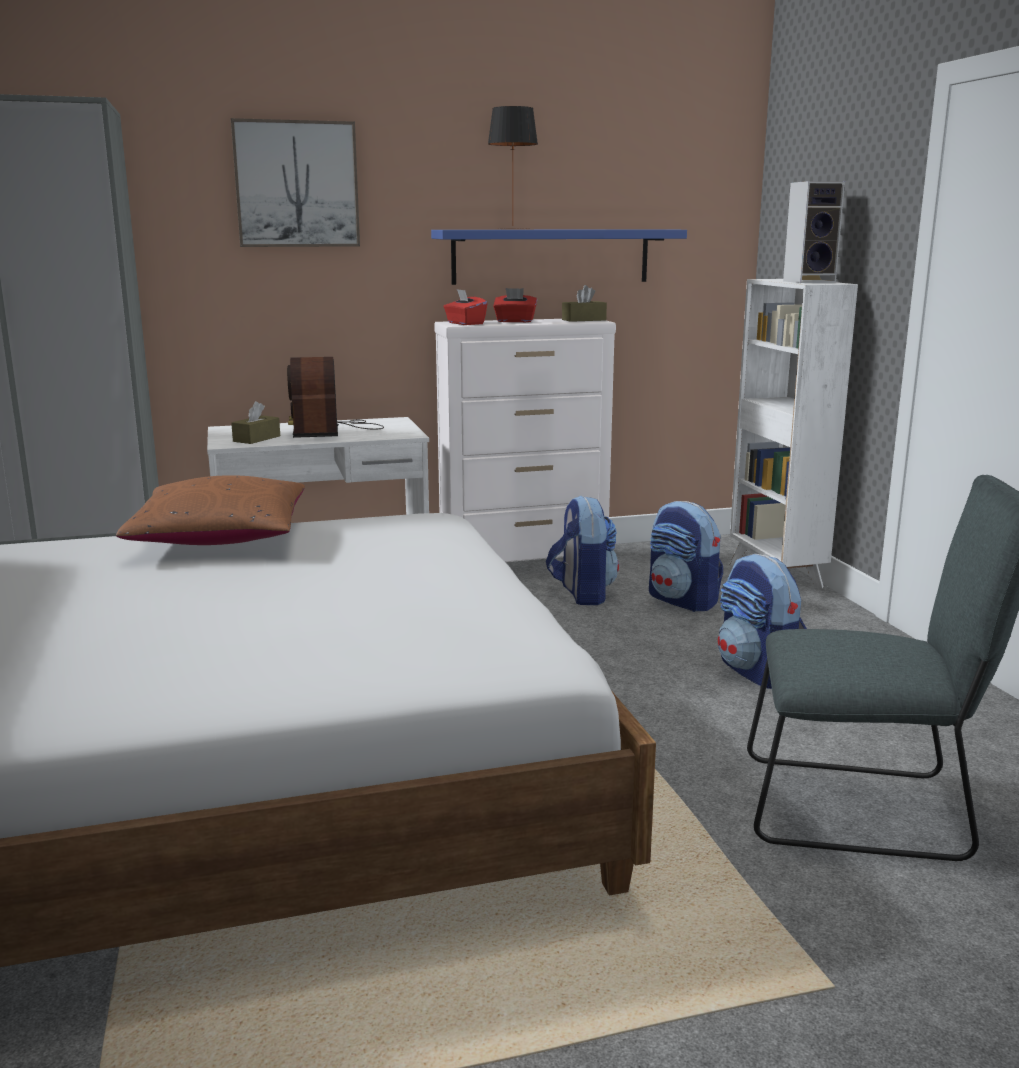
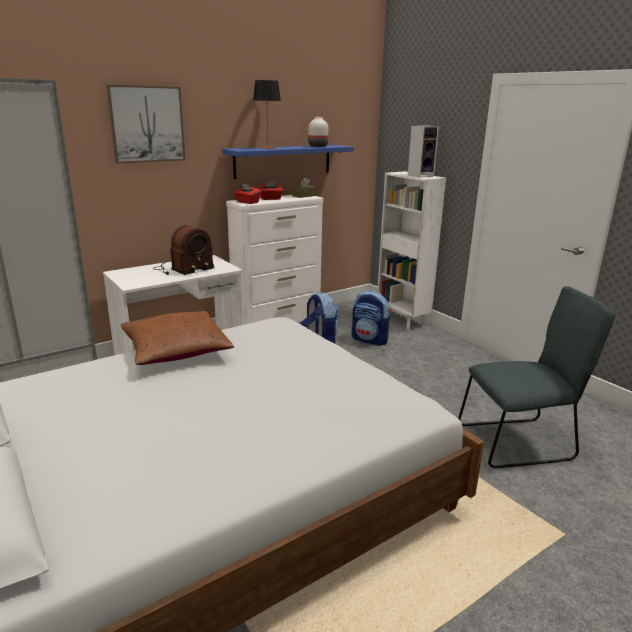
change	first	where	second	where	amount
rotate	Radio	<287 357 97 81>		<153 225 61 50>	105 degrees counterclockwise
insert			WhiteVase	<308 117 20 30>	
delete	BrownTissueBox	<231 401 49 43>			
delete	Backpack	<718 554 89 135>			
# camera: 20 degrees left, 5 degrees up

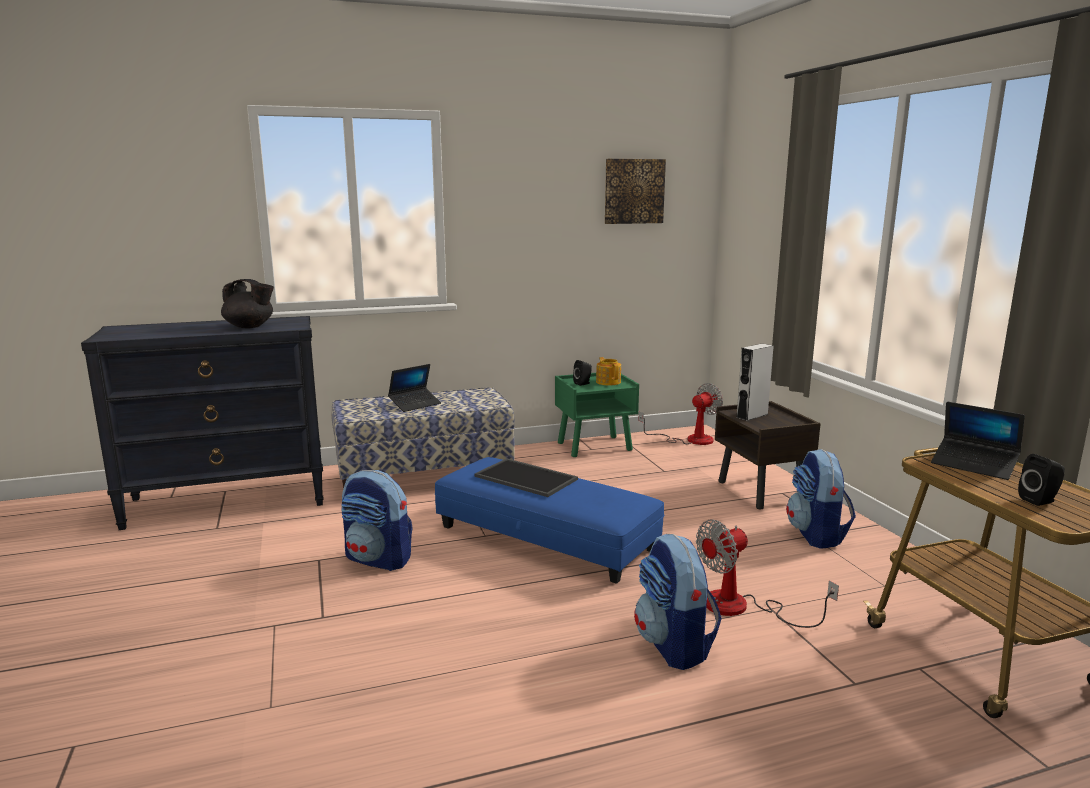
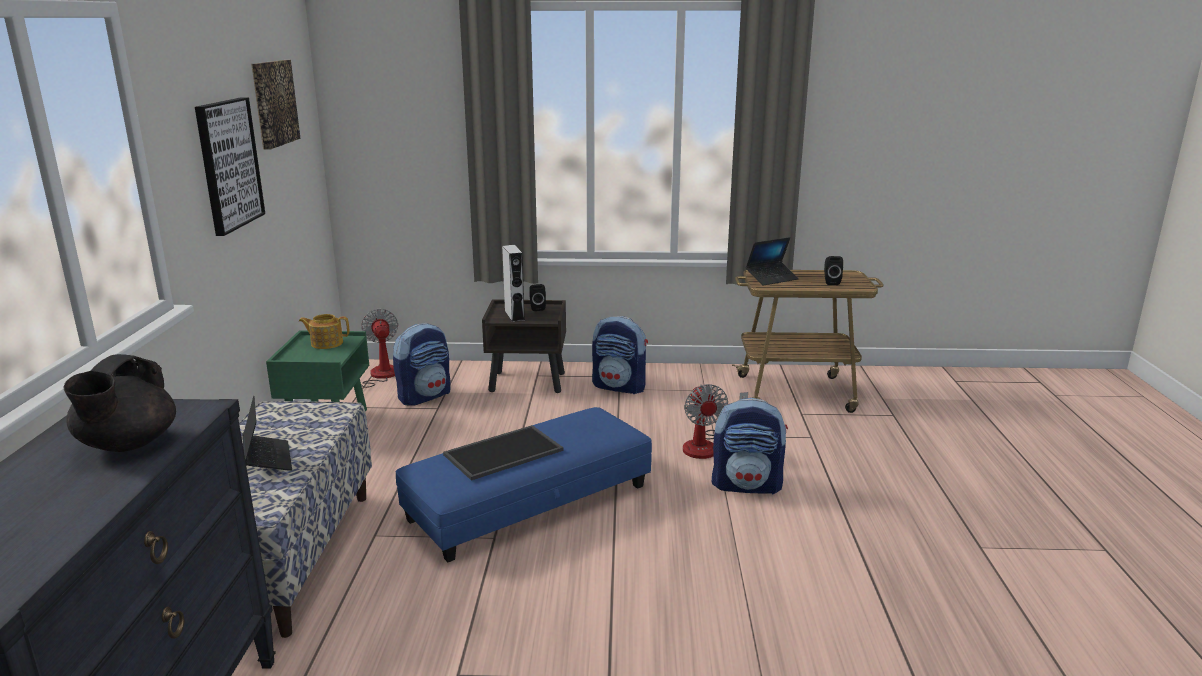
change	first	where	second	where	amount
rotate	BlackTeapot	<221 279 53 49>		<63 354 113 98>	150 degrees clockwise
insert			Picture	<195 97 70 139>	
move	Backpack	<341 470 72 101>		<393 323 58 83>	
move	BlackSpeaker	<573 360 19 26>		<529 284 17 27>	
# camera: 70 degrees left, 5 degrees up

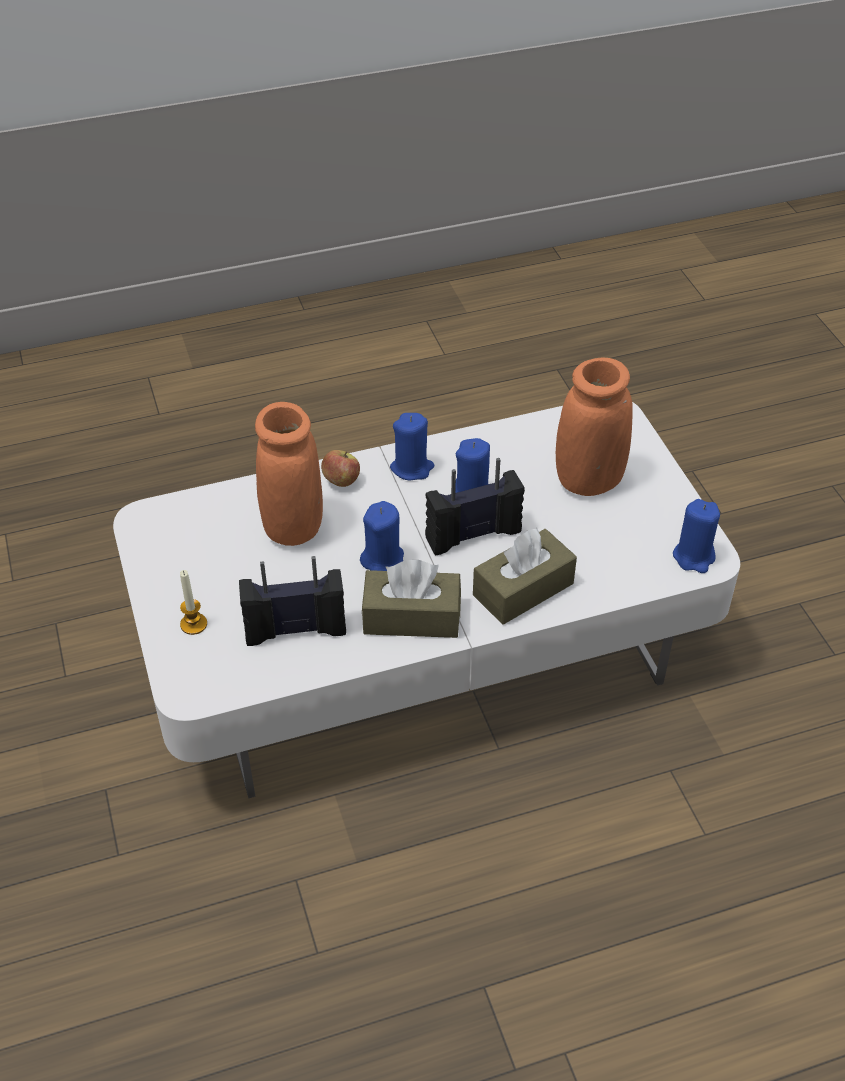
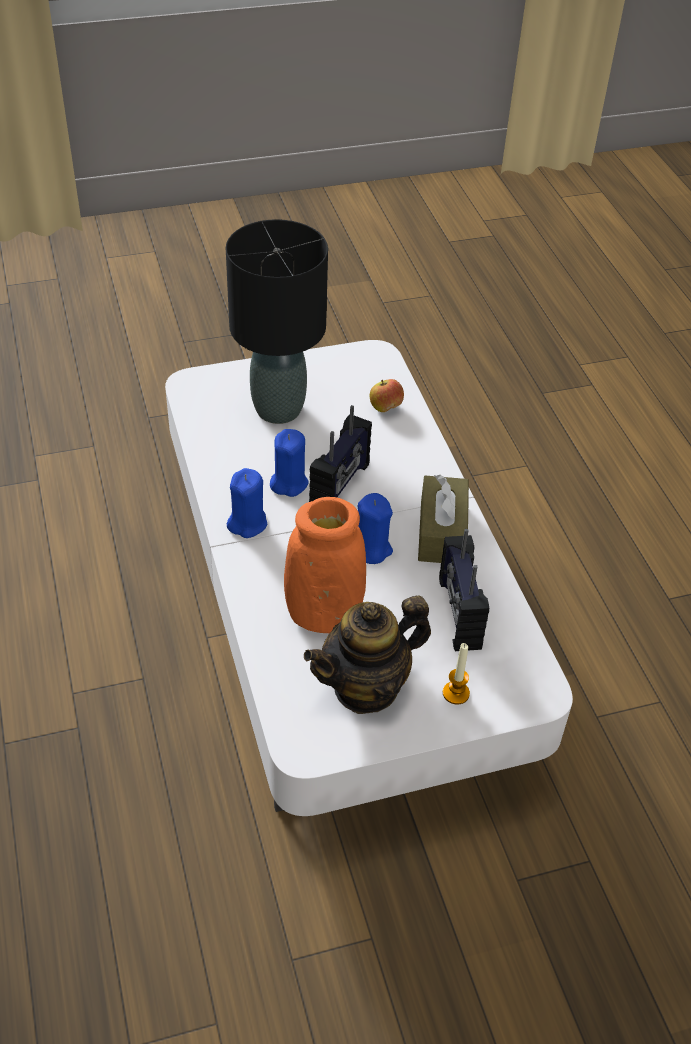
change	first	where	second	where	amount
replace	OrangeVase	<556 358 77 138>	BlackTableLamp	<226 219 102 205>	
insert			Teapot	<304 596 127 118>	
rotate	Radio	<425 458 100 97>		<309 405 63 97>	135 degrees counterclockwise
move	Apple	<321 450 39 37>		<370 379 34 33>	
delete	BrownTissueBox	<473 528 104 97>			
delete	BlueCandle	<673 499 47 74>			
# camera: 90 degrees left, 0 degrees up

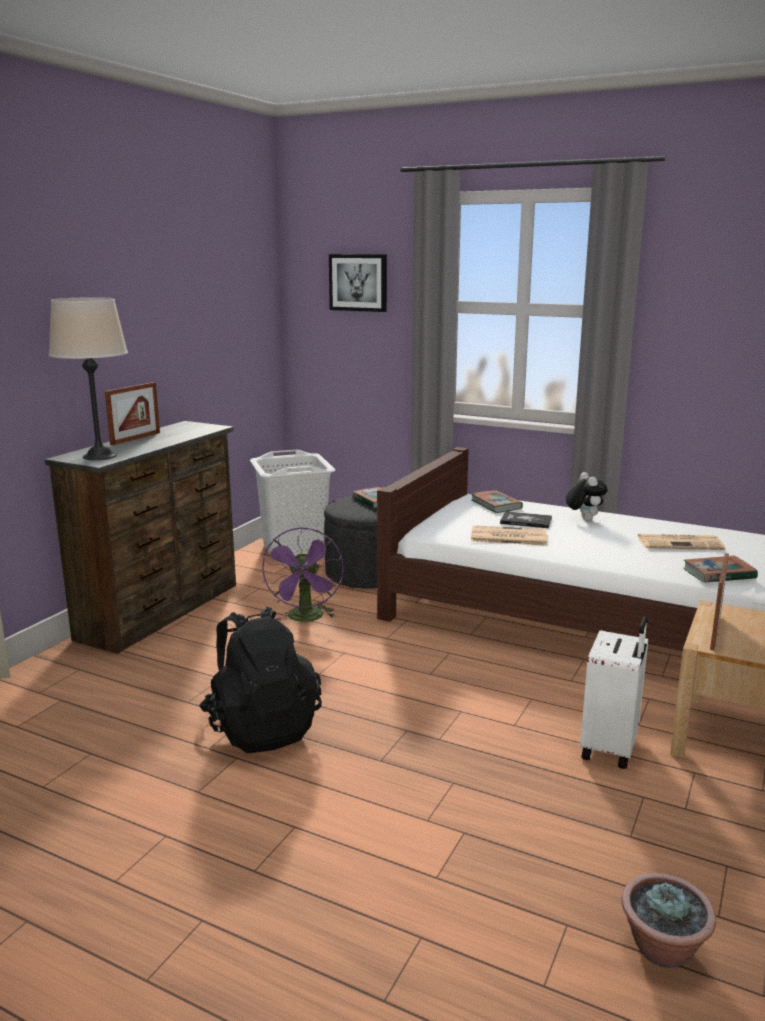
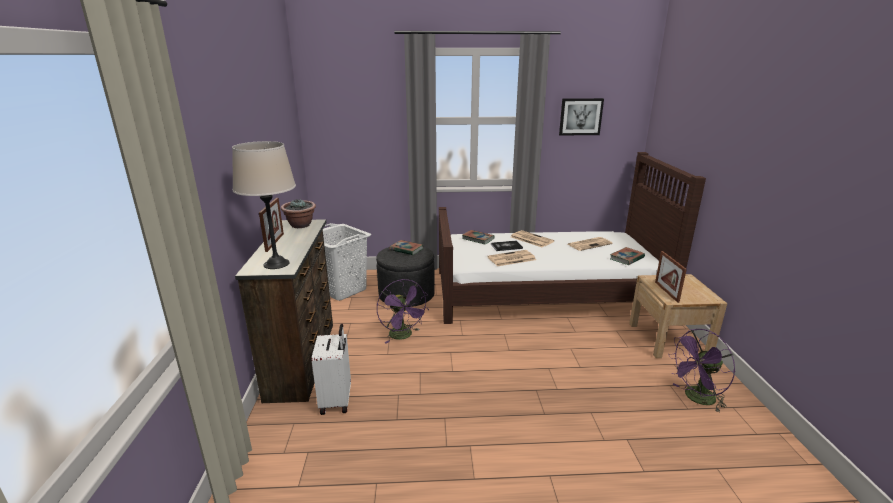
change	first	where	second	where	amount
move	PottedPlant	<622 873 94 95>		<281 200 35 28>	
move	WhiteSuitcase	<580 616 68 153>		<312 324 39 91>	
replace	PlushToy	<566 472 41 49>	Newspaper	<511 230 43 17>	
move	Picture	<329 254 58 58>		<559 98 45 37>	
insert			PurpleFan	<668 329 67 84>	
delete	BlackBackpack	<199 606 123 147>			
# camera: 30 degrees left, 5 degrees up

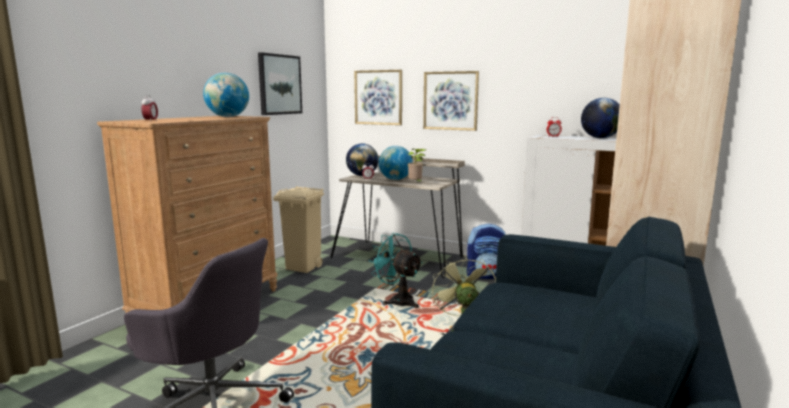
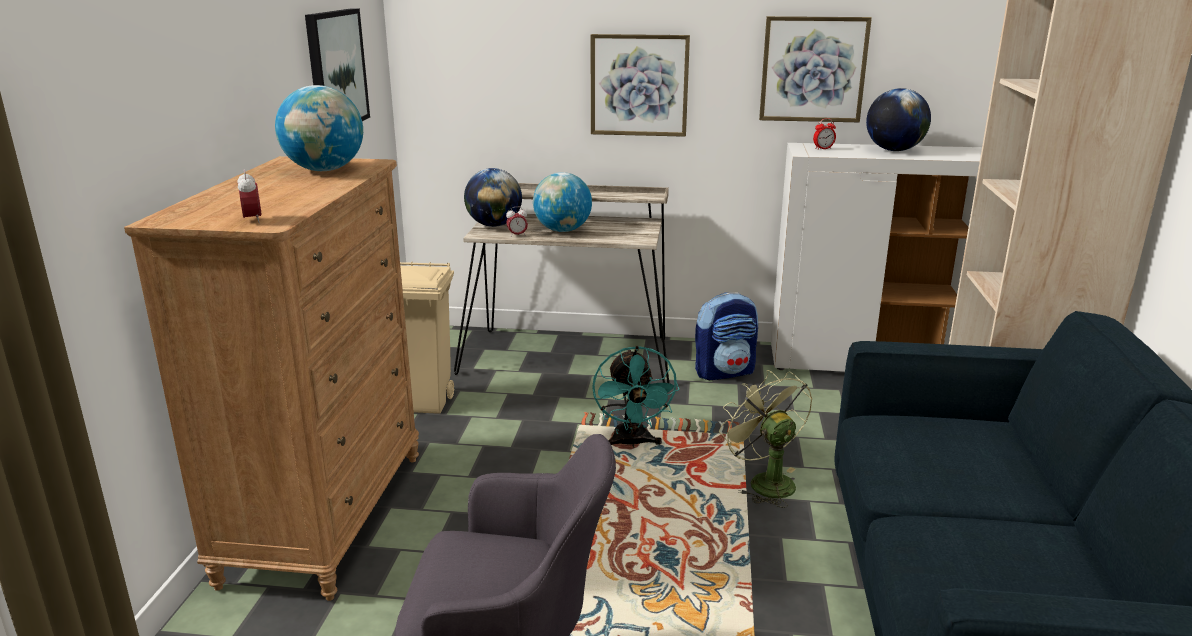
change	first	where	second	where	amount
rotate	TurquoiseFan	<368 233 55 75>		<592 346 88 102>	120 degrees counterclockwise
move	Picture	<354 70 48 55>		<759 16 113 106>	
delete	PottedPlant	<408 149 18 32>			
# camera: 20 degrees left, 10 degrees up

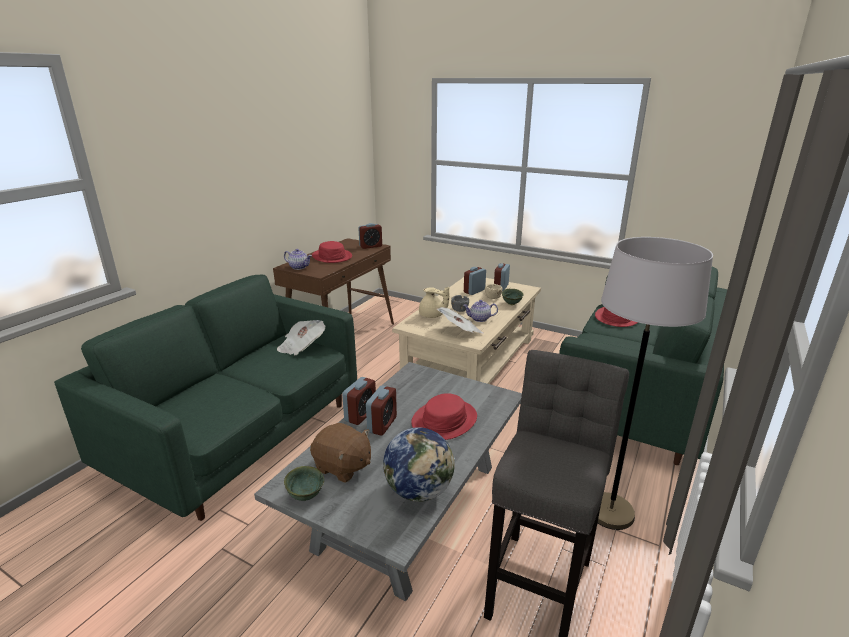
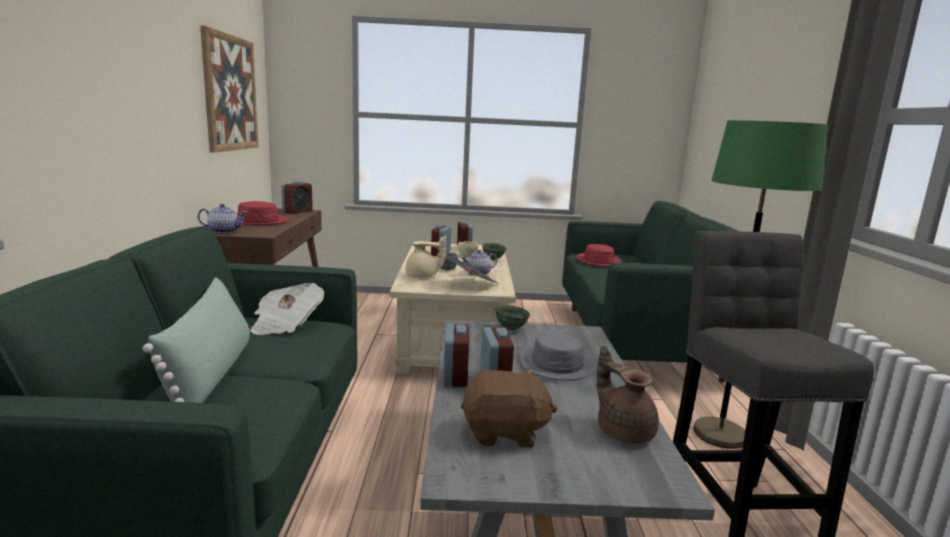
change	first	where	second	where	amount
insert			GreenPillow	<143 277 107 126>	
insert			Picture	<200 25 59 128>	
move	GreenBowl	<284 466 40 35>		<495 305 35 26>	
recolor	RedHat	<411 393 66 47>	GreyHat	<519 330 78 51>	
replace	Globe	<383 427 72 75>	BrownTeapot	<596 345 63 99>	
recolor	GreyFloorLamp	<598 237 115 293>	GreenFloorLamp	<693 120 135 329>	
# camera: 30 degrees left, 10 degrees down

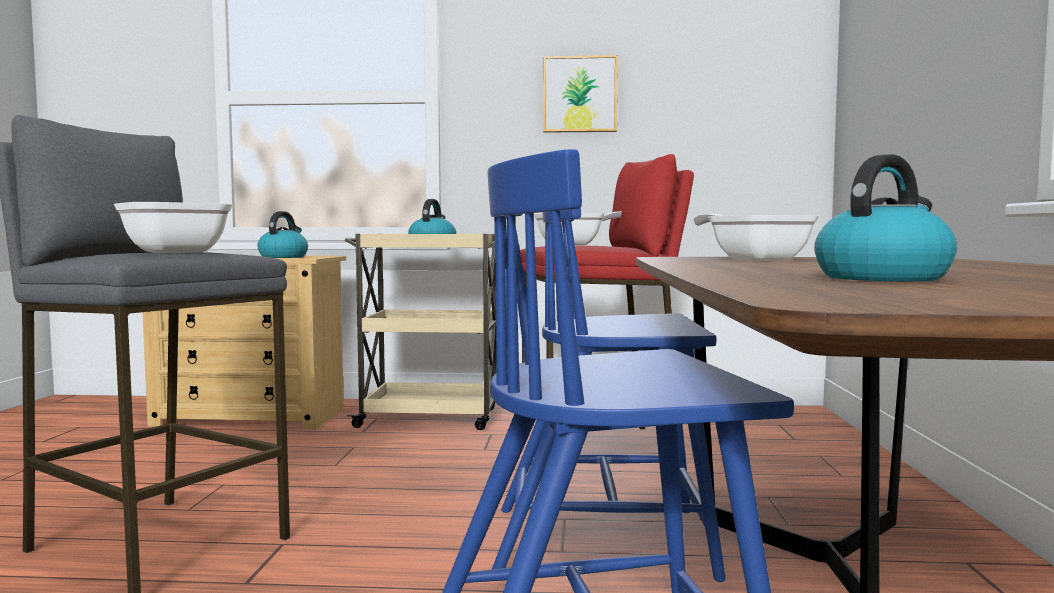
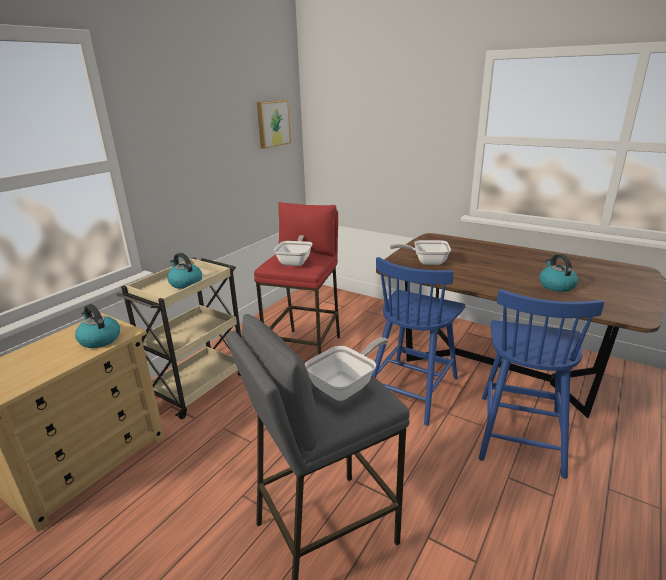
change	first	where	second	where	amount
move	Picture	<543 55 75 78>		<257 100 34 49>	
rotate	FryingPan	<114 202 119 51>		<305 337 83 64>	150 degrees clockwise
# camera: 60 degrees left, 20 degrees up

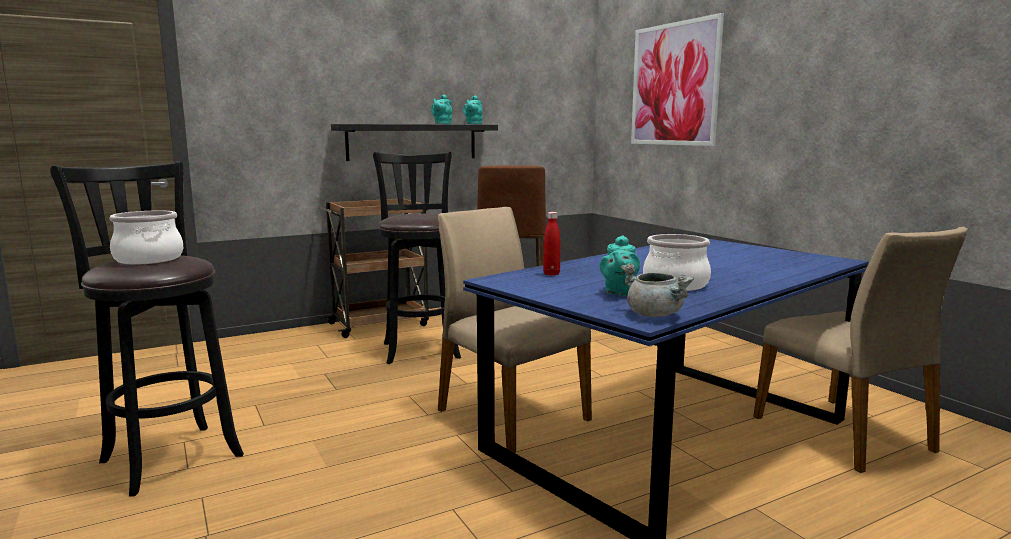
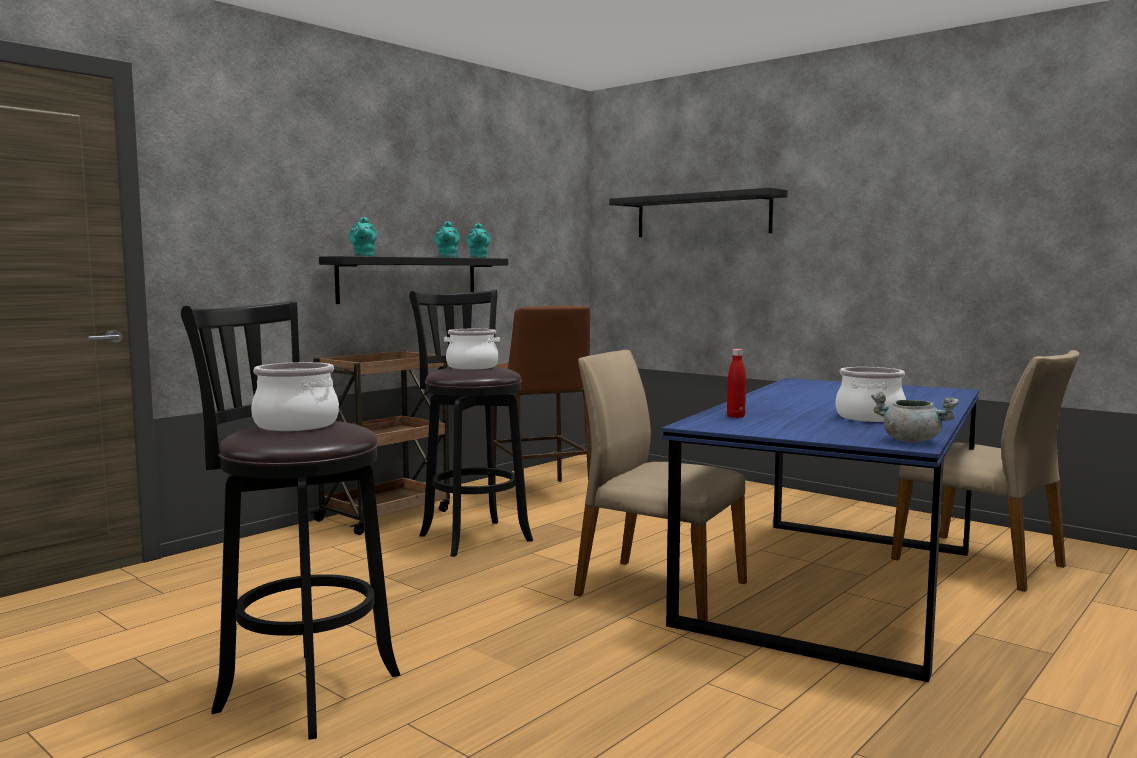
change	first	where	second	where	amount
move	TurquoiseTeapot	<600 235 40 61>		<349 217 28 39>	
insert			CookingPot	<444 329 56 41>	
replace	Picture	<631 13 93 133>	BlackShelf	<609 188 179 49>	
# camera: 20 degrees left, 5 degrees down

